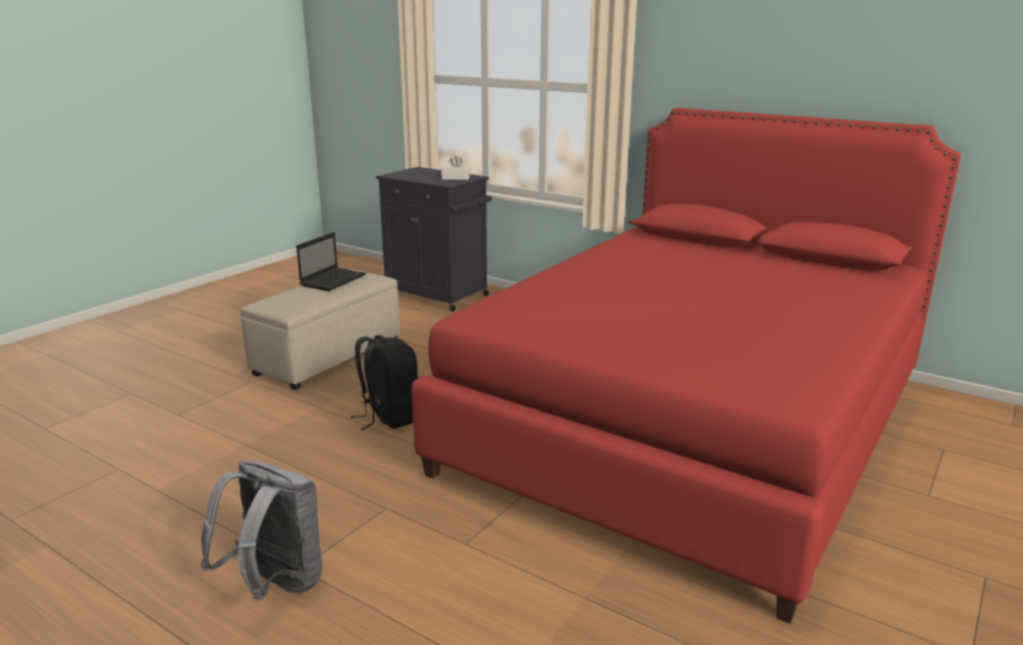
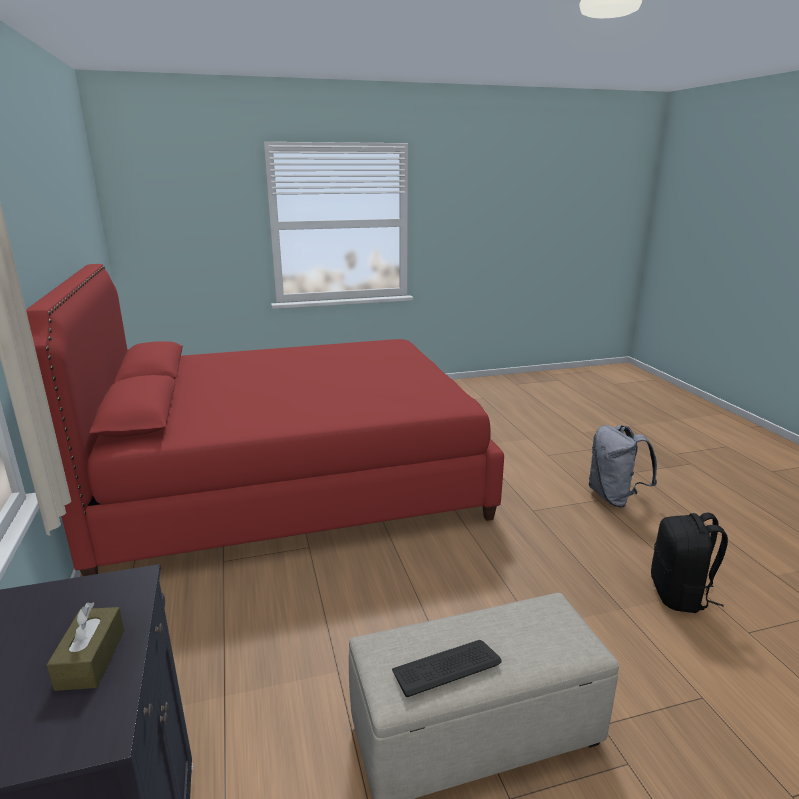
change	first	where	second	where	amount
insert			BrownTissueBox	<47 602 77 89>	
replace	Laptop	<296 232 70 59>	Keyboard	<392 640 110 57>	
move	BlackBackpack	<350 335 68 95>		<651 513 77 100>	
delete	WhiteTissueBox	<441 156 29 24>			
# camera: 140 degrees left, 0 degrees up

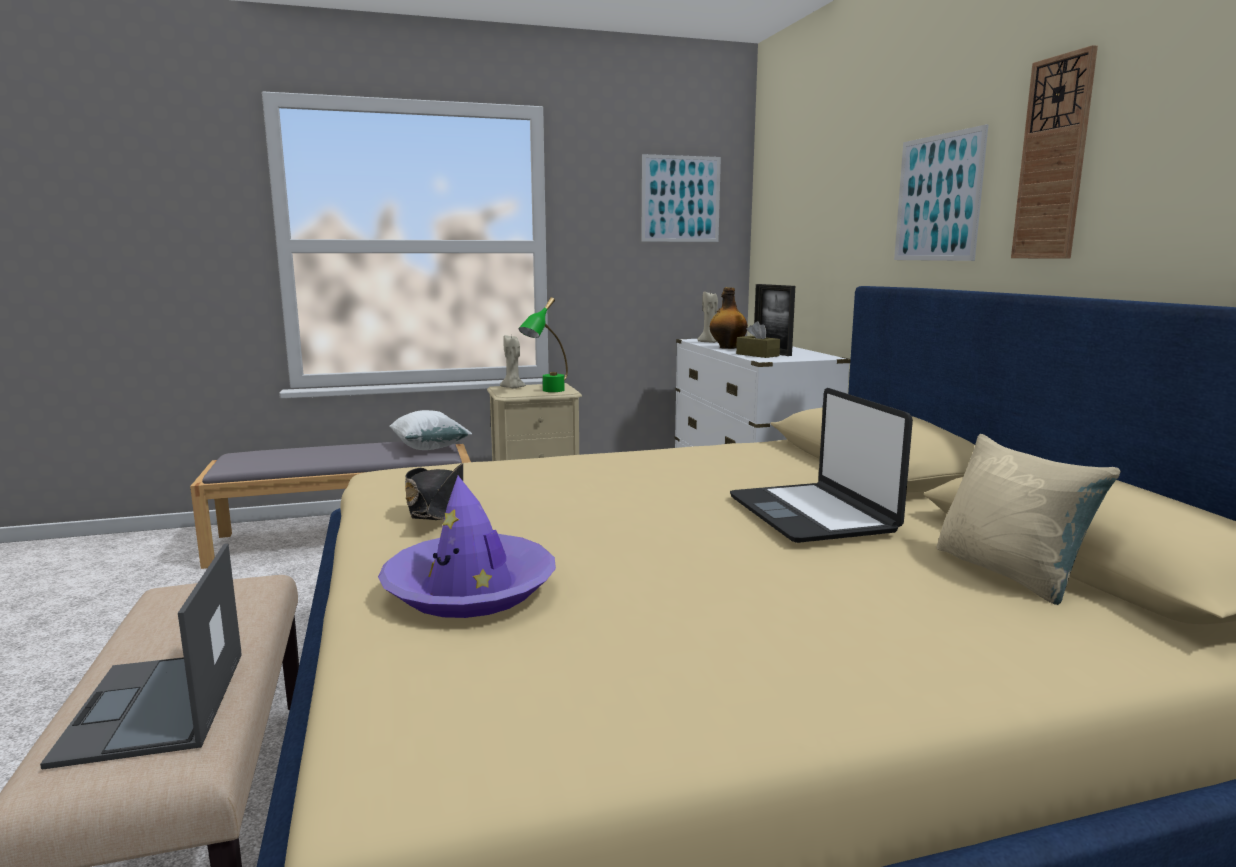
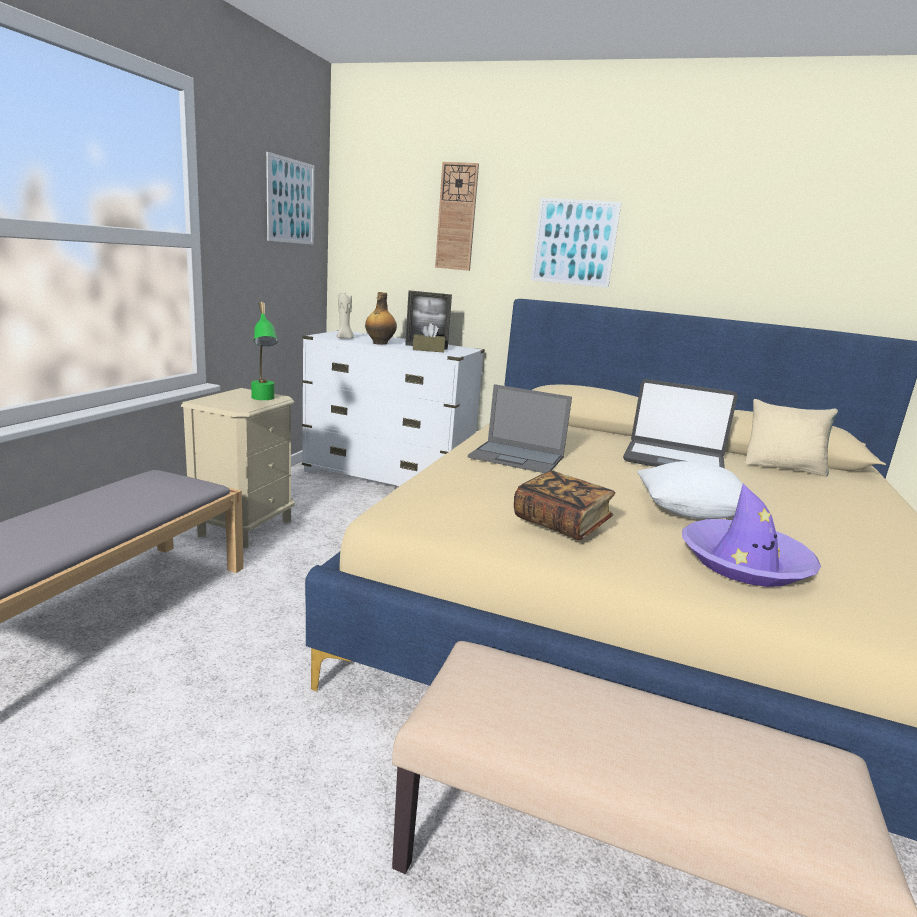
change	first	where	second	where	amount
move	WallClock	<1011 45 87 214>		<435 162 44 109>	
move	Laptop	<40 544 202 226>		<468 384 104 89>	
replace	BlackHat	<405 463 58 57>	Book	<514 471 101 69>	
move	WhitePillow	<389 410 83 40>		<637 461 106 58>	
delete	BeigeCandle	<500 334 26 55>			
# camera: 55 degrees left, 5 degrees up

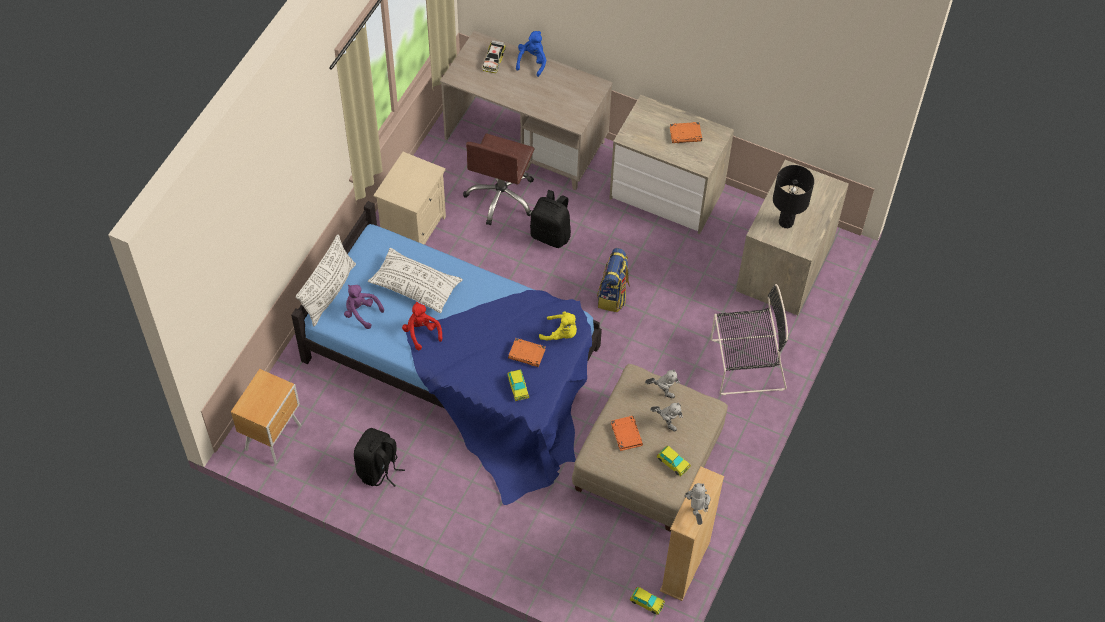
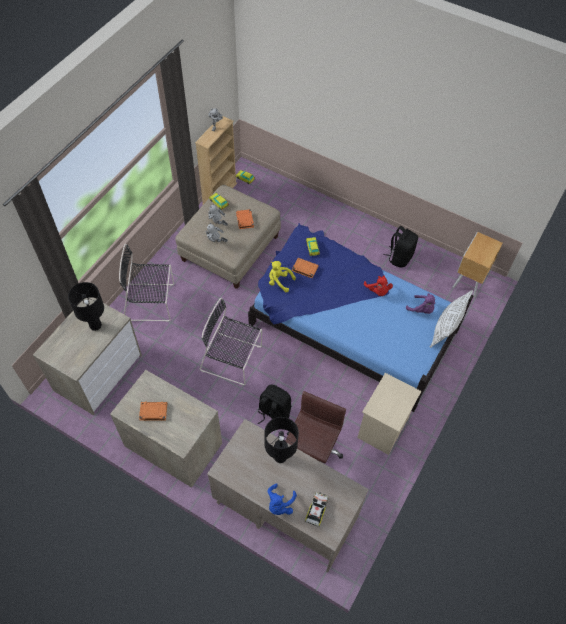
change	first	where	second	where	amount
replace	Backpack	<597 248 33 64>	BlackChair	<200 298 62 87>	
insert			BlackTableLamp	<264 417 35 46>	
delete	WhitePillow	<368 248 95 65>			
# camera: 175 degrees left, 0 degrees up

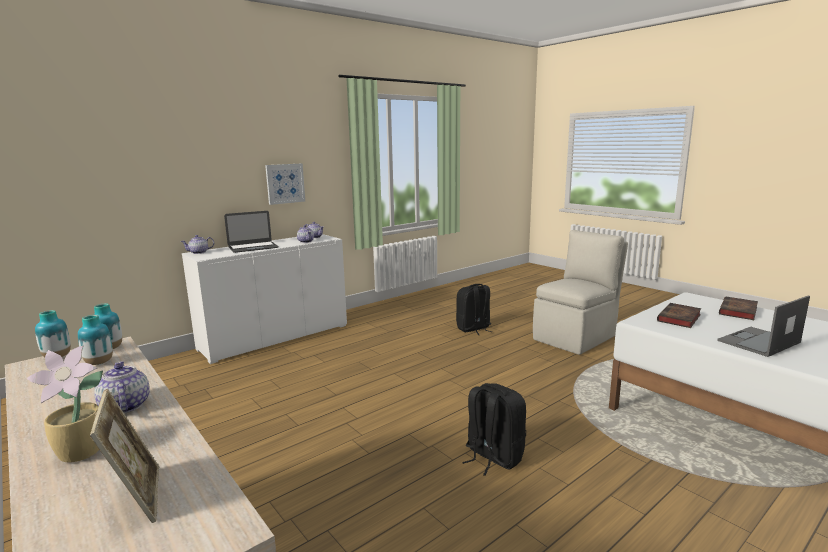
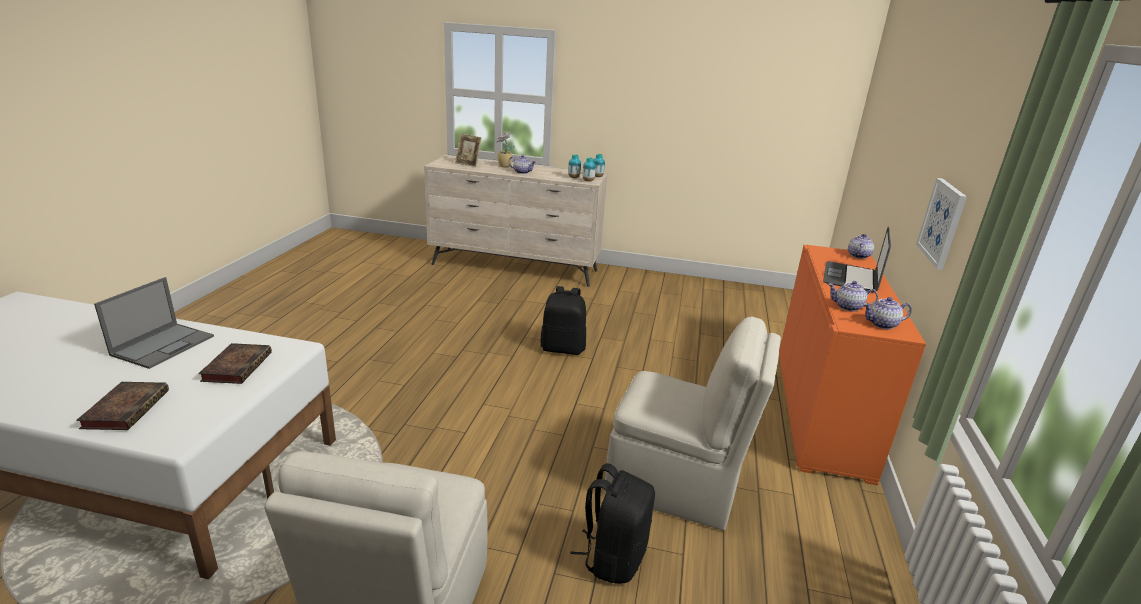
change	first	where	second	where	amount
move	BlackBackpack	<462 383 64 93>		<541 286 45 69>	
insert			BeigeChair	<605 316 176 214>	
recolor	WhiteCabinet	<182 234 165 130>	OrangeCabinet	<779 245 147 241>	
# camera: 140 degrees right, 10 degrees up

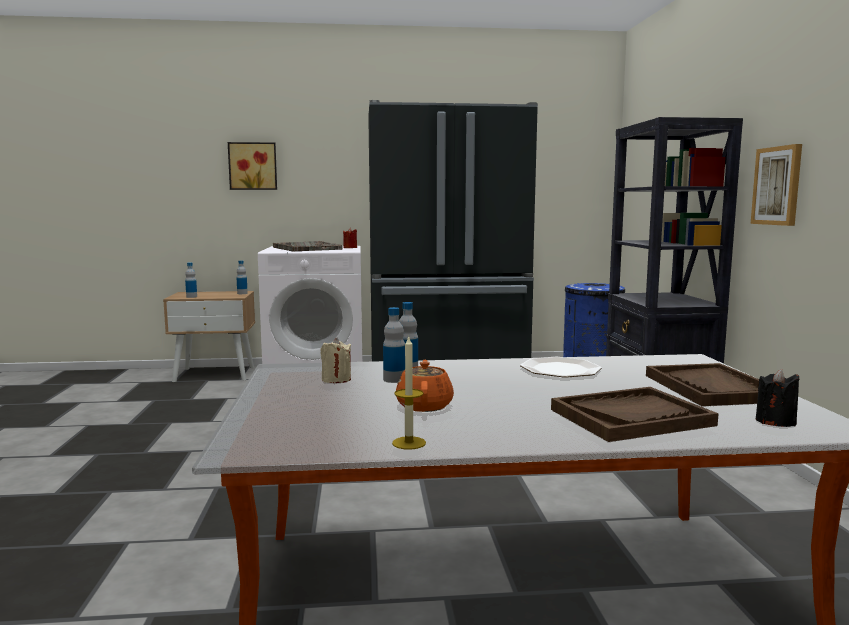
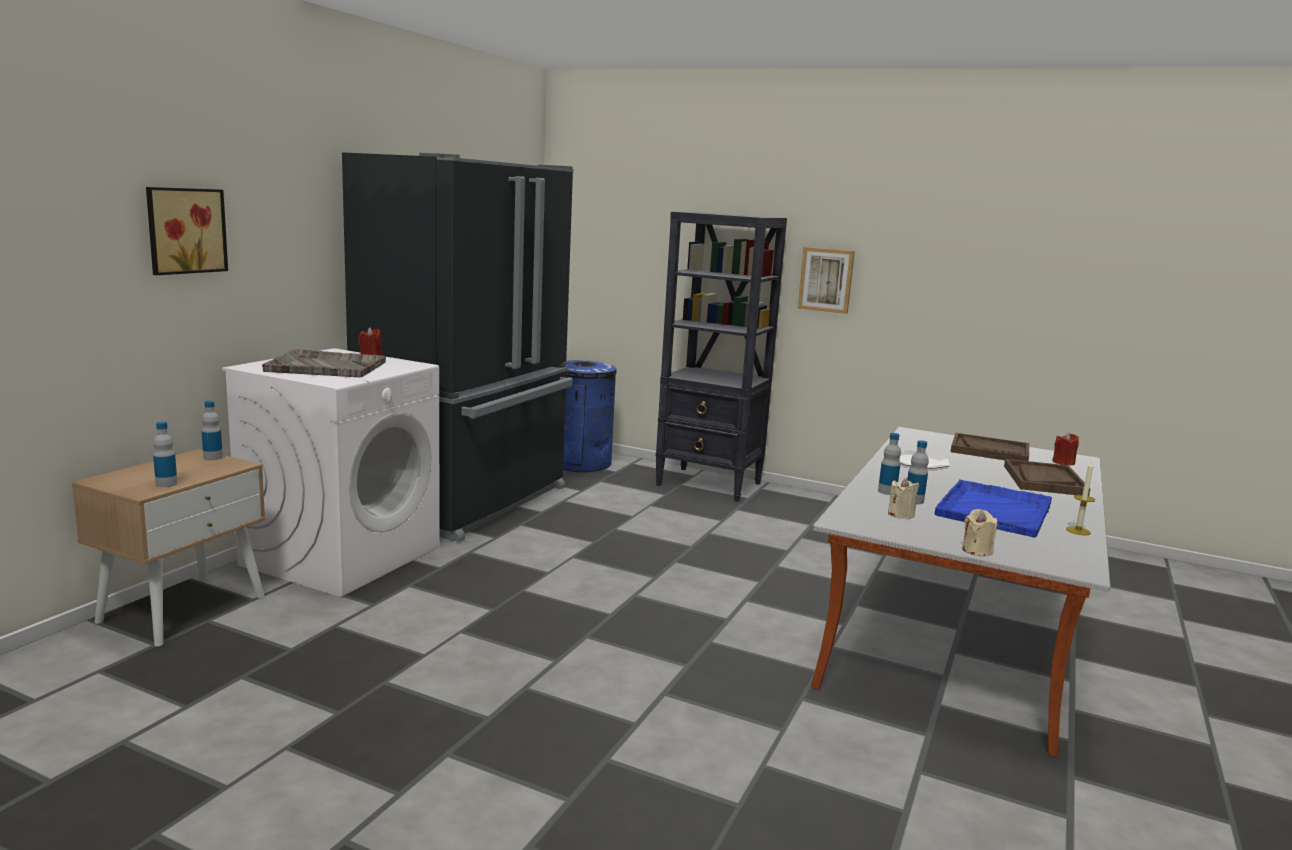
change	first	where	second	where	amount
replace	OrangeTeapot	<396 360 58 52>	BlueTray	<935 479 117 59>	
insert			BeigeCandle	<962 509 35 47>	
recolor	BlackCandle	<756 369 43 58>	RedCandle	<1053 433 26 32>	
# camera: 60 degrees left, 5 degrees up

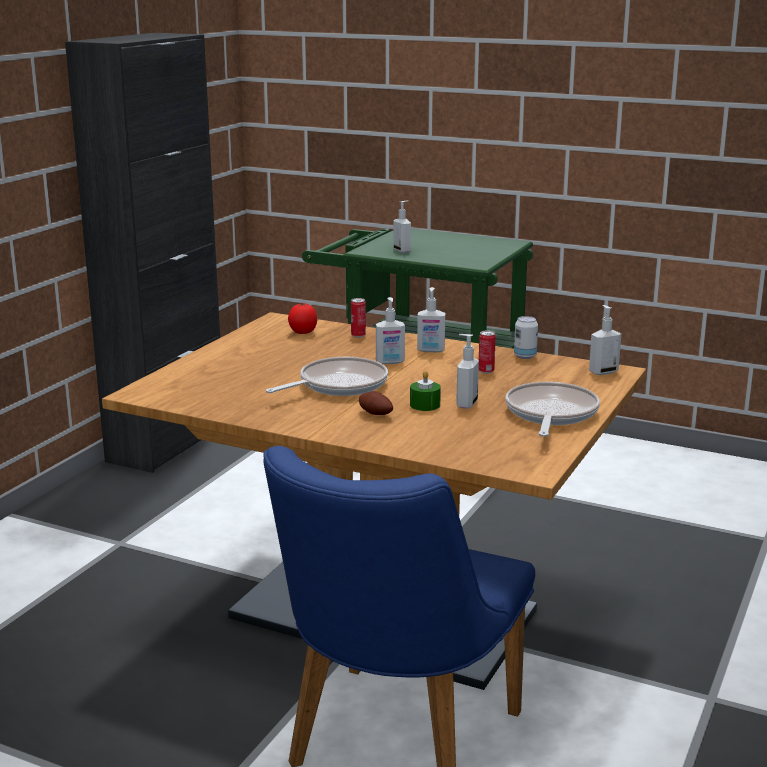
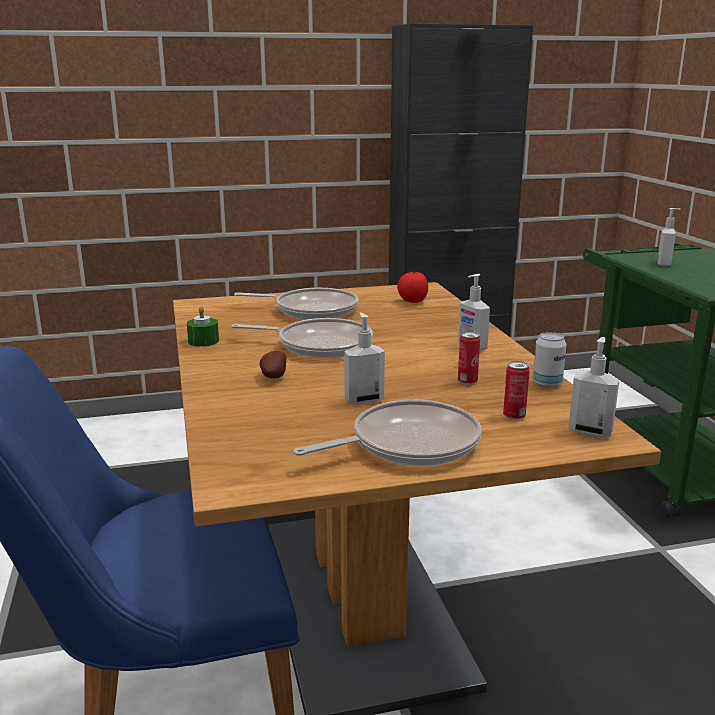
change	first	where	second	where	amount
move	GreenCandle	<410 371 31 40>		<187 306 32 41>	
insert			FryingPan	<234 288 124 32>	
move	Can	<351 298 15 39>		<503 361 27 59>	
delete	SoapDispenser	<376 297 29 67>			
# camera: 50 degrees right, 0 degrees up

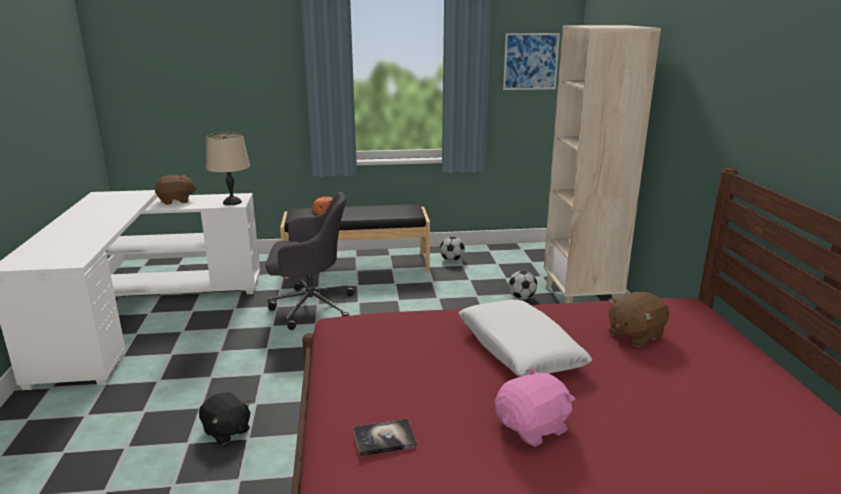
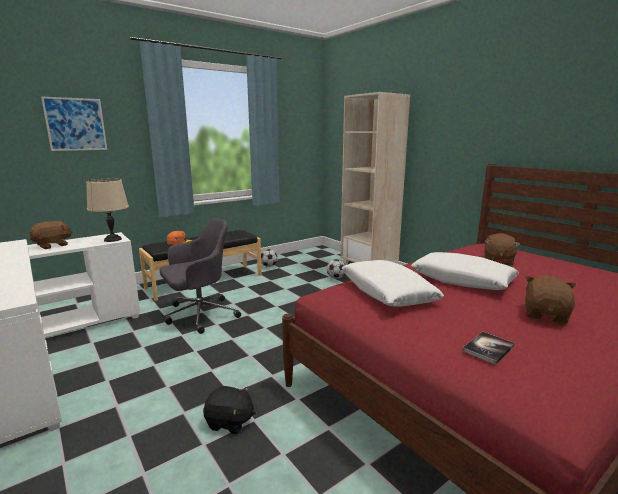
change	first	where	second	where	amount
move	Picture	<503 33 57 57>		<41 96 66 55>	
insert			WhitePillow	<341 260 103 47>	
recolor	PinkPlushToy	<495 368 80 79>	BrownPlushToy	<525 276 51 48>	
# camera: 30 degrees left, 5 degrees down

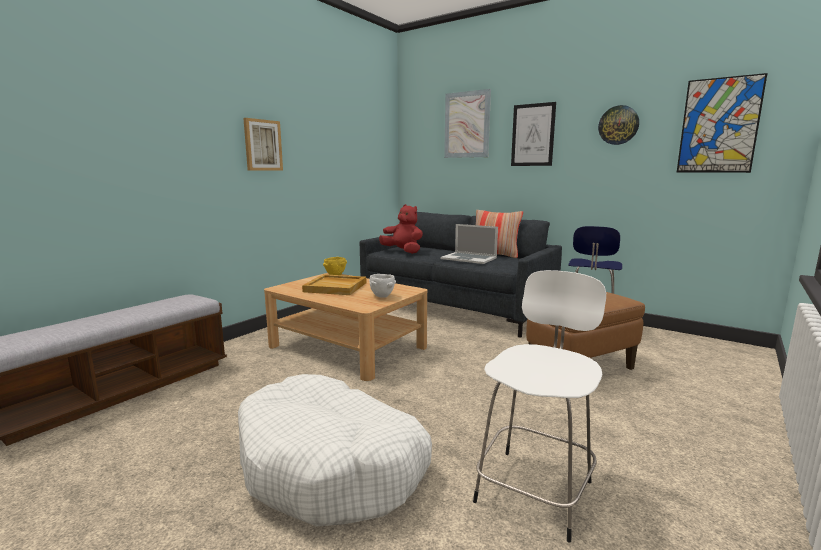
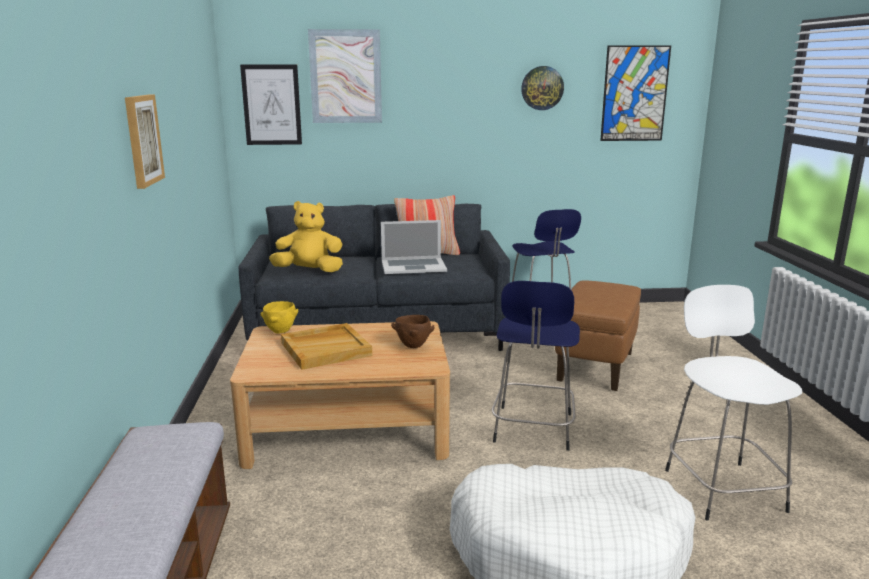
change	first	where	second	where	amount
move	Picture	<511 102 45 64>		<240 65 62 80>	
recolor	RedPlushToy	<379 204 44 50>	YellowPlushToy	<269 201 74 71>	
recolor	WhiteBowl	<369 274 27 24>	BrownBowl	<391 315 44 33>	
insert			BlueStool	<492 281 88 170>	
# camera: 40 degrees left, 5 degrees up

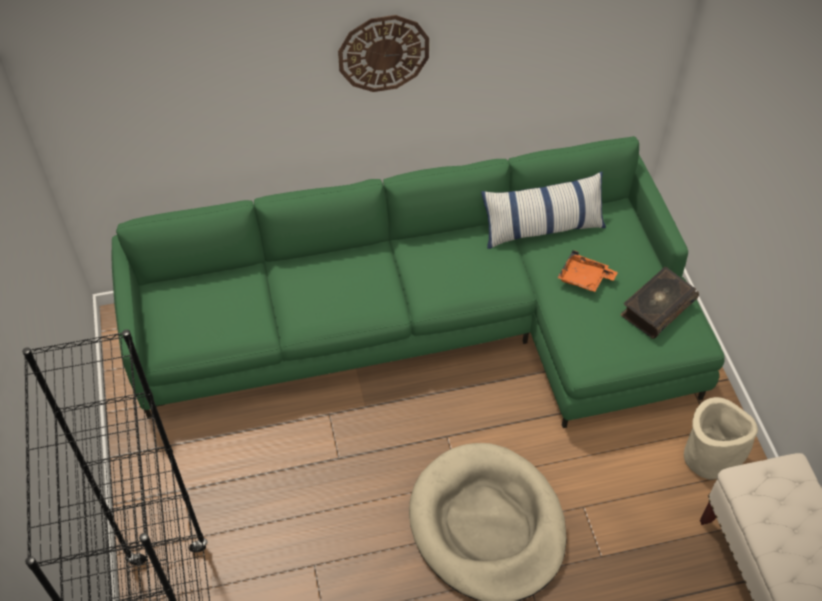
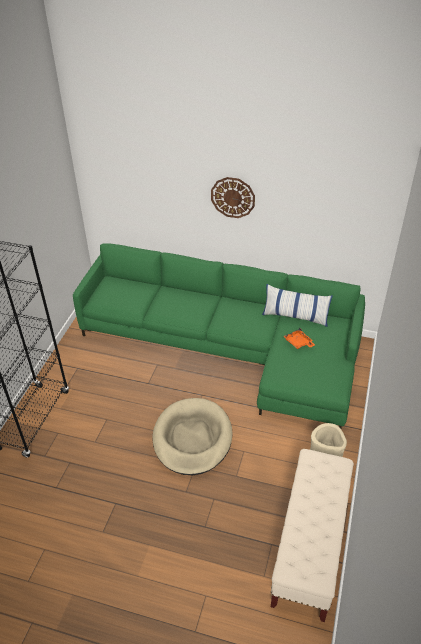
change	first	where	second	where	amount
delete	Book	<621 267 78 72>			
# camera: 30 degrees right, 10 degrees down

